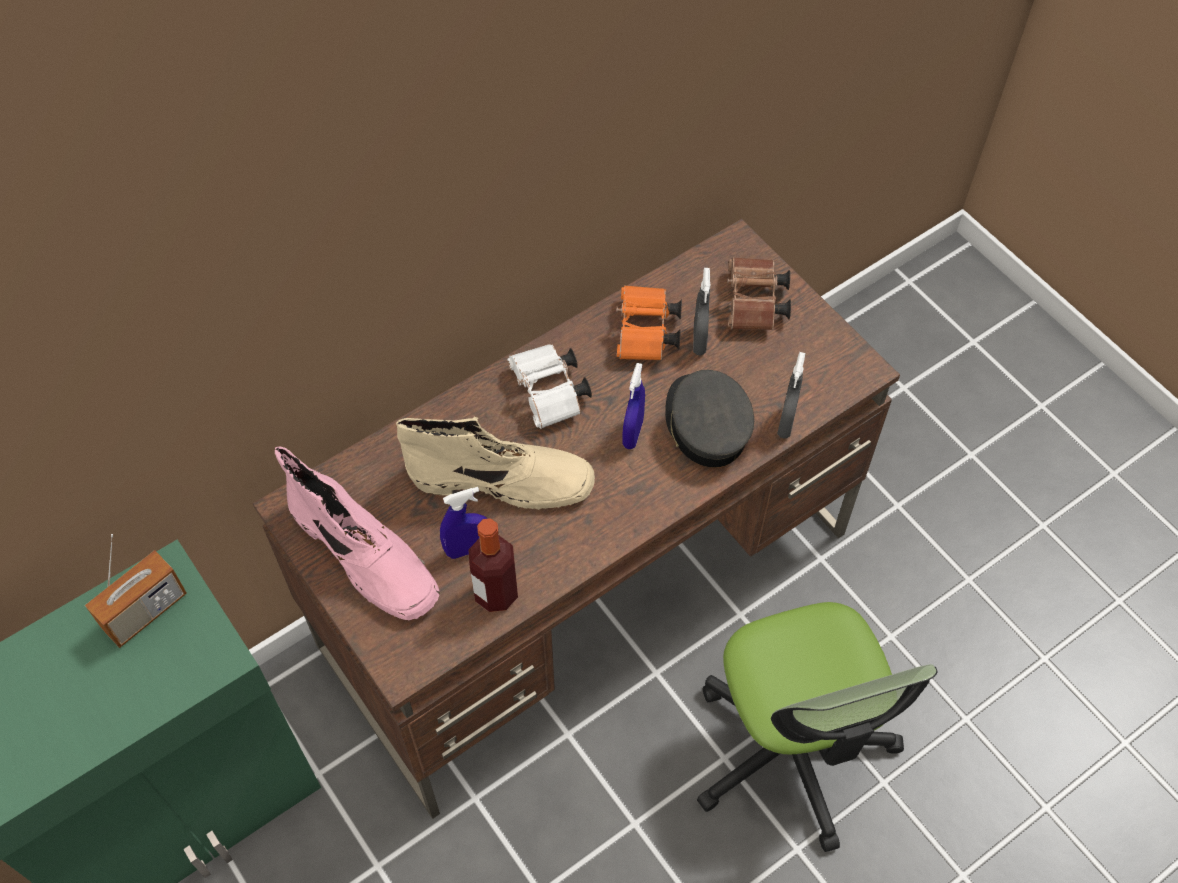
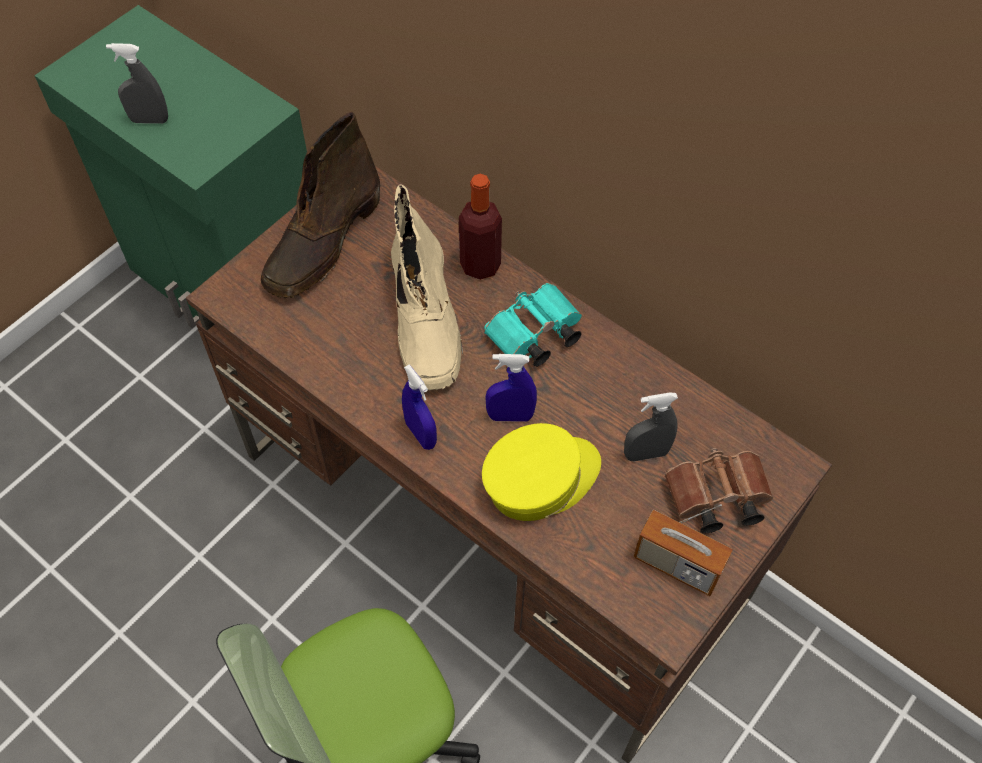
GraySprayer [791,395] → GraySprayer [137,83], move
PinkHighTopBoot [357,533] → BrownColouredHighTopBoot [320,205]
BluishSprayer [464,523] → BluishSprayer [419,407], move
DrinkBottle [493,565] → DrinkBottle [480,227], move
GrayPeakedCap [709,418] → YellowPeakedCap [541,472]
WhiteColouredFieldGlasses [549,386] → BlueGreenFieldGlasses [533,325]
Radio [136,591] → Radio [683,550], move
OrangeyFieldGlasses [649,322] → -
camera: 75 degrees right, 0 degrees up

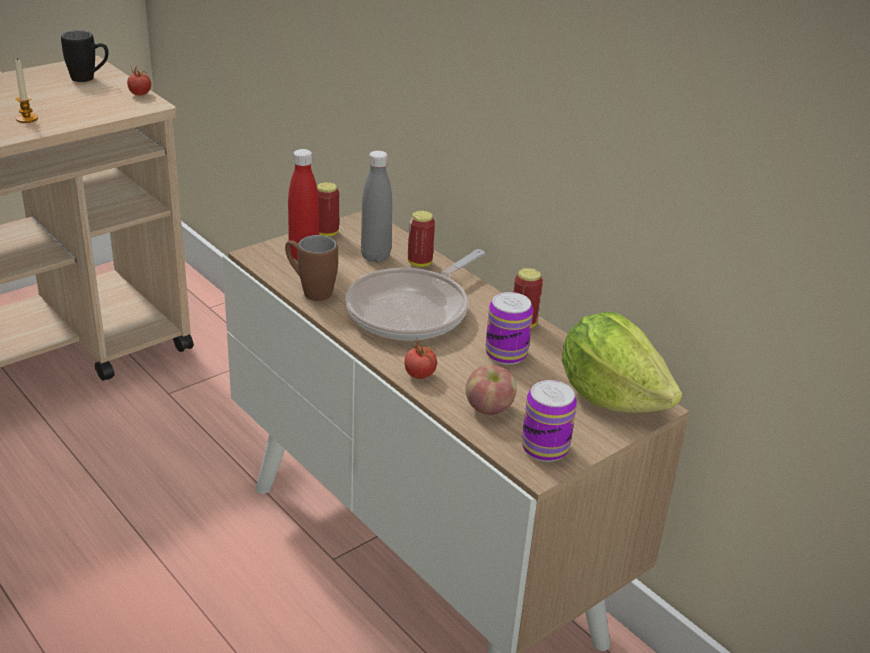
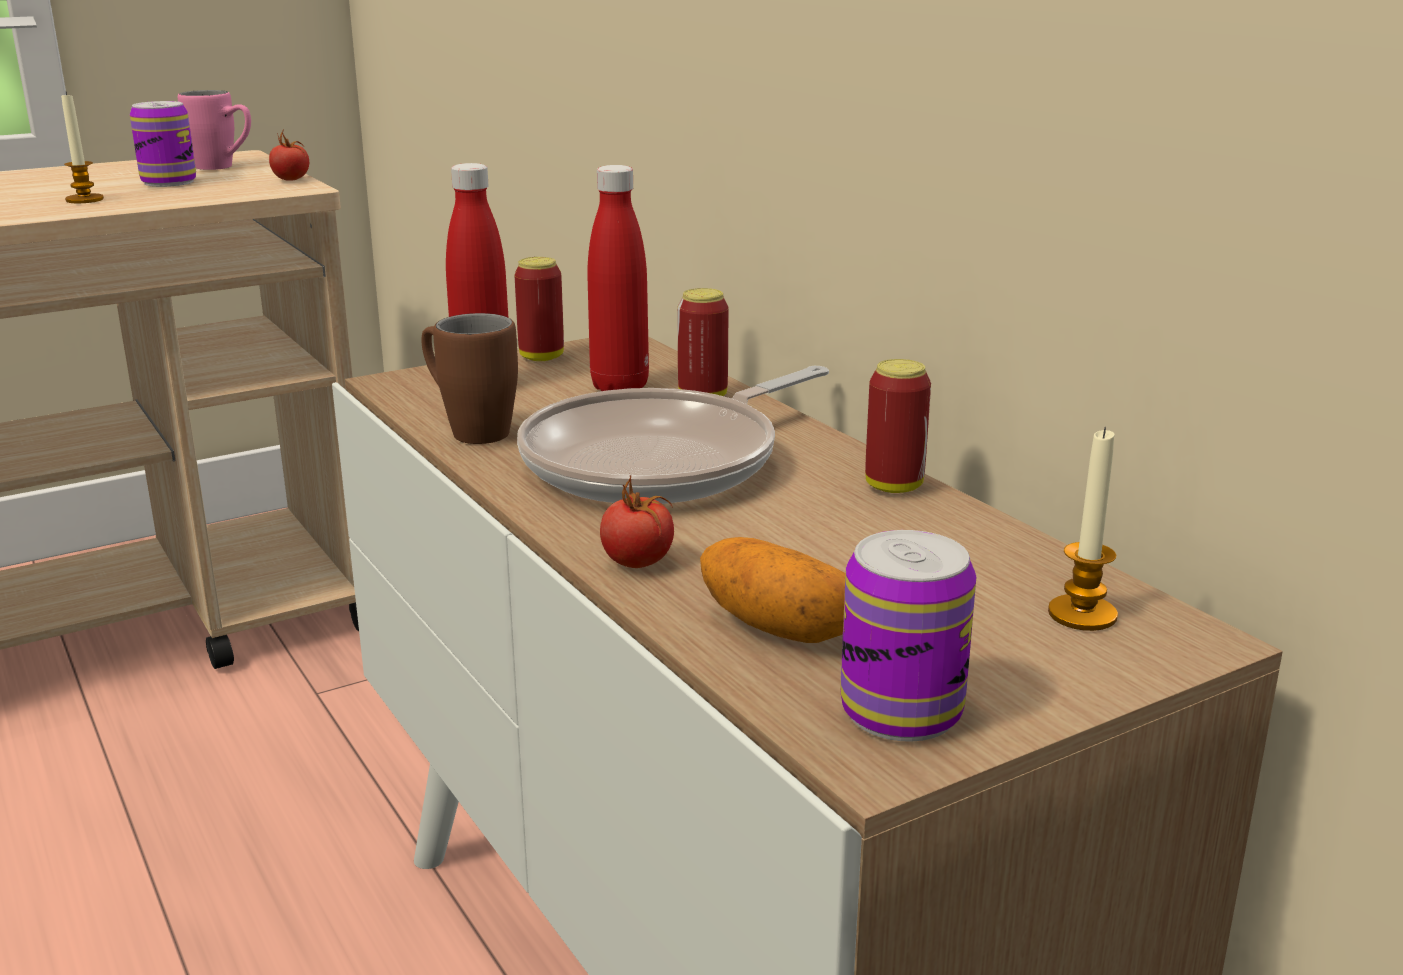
SealedCan [509,328] → SealedCan [163,144], move
BlackishMug [85,56] → PinkMug [214,130]
GrayDrinkBottle [376,207] → RedColouredDrinkBottle [618,278]
WholeApple [491,390] → Spud [773,590]
HeadOfLettuce [622,362] → WaxLight [1083,529]
camera: 10 degrees right, 10 degrees down

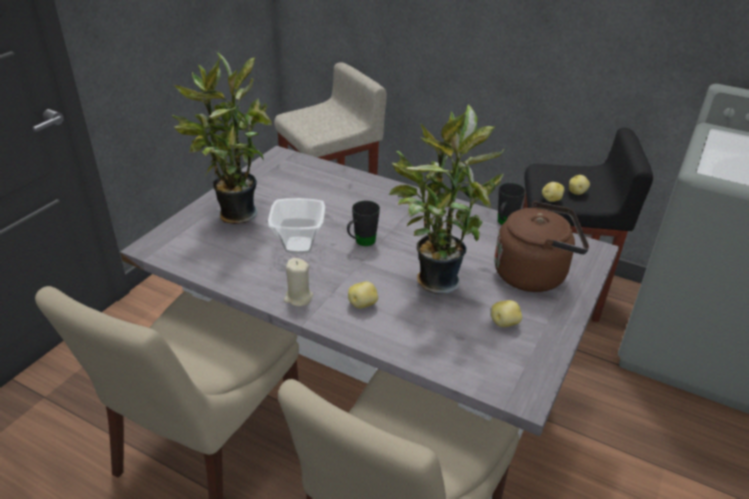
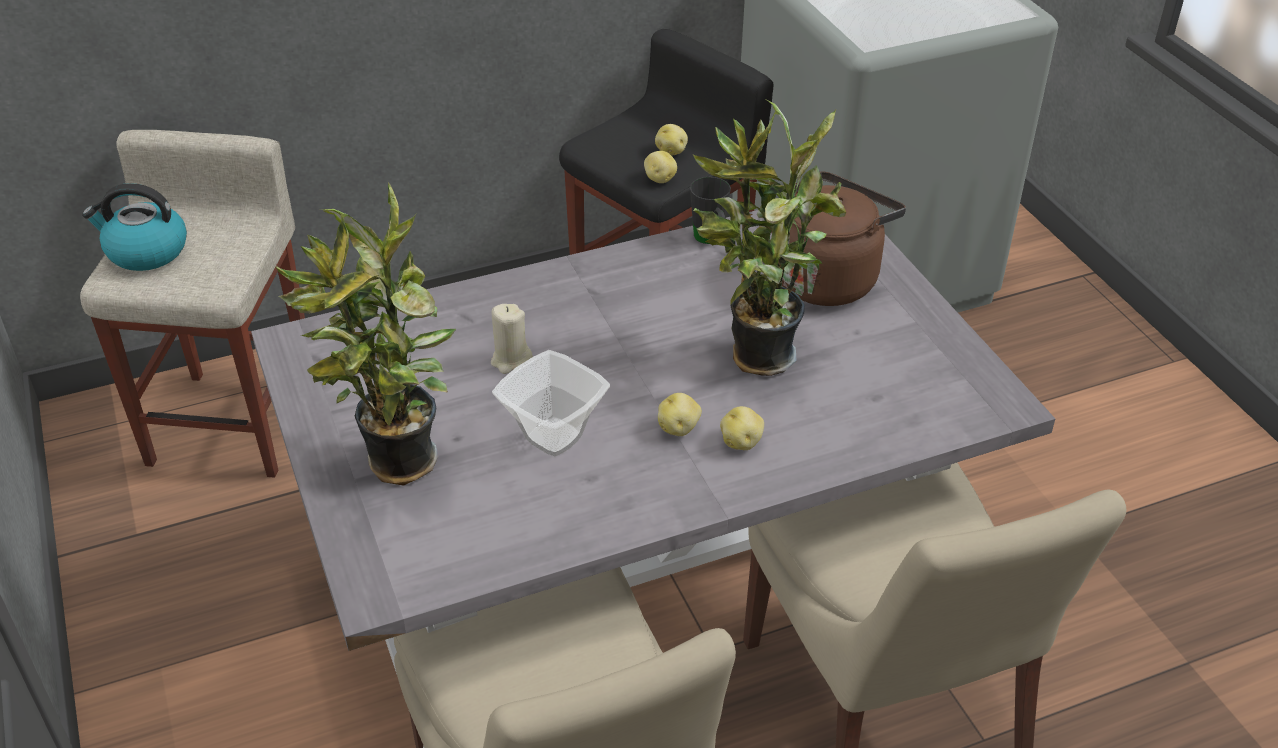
- → Kettle [134,227]
BeigeColouredWaxLight [298,282] → BeigeColouredWaxLight [512,339], move
Spud [506,313] → Spud [680,414], move
BlackishMug [363,223] → -
camera: 50 degrees left, 5 degrees up

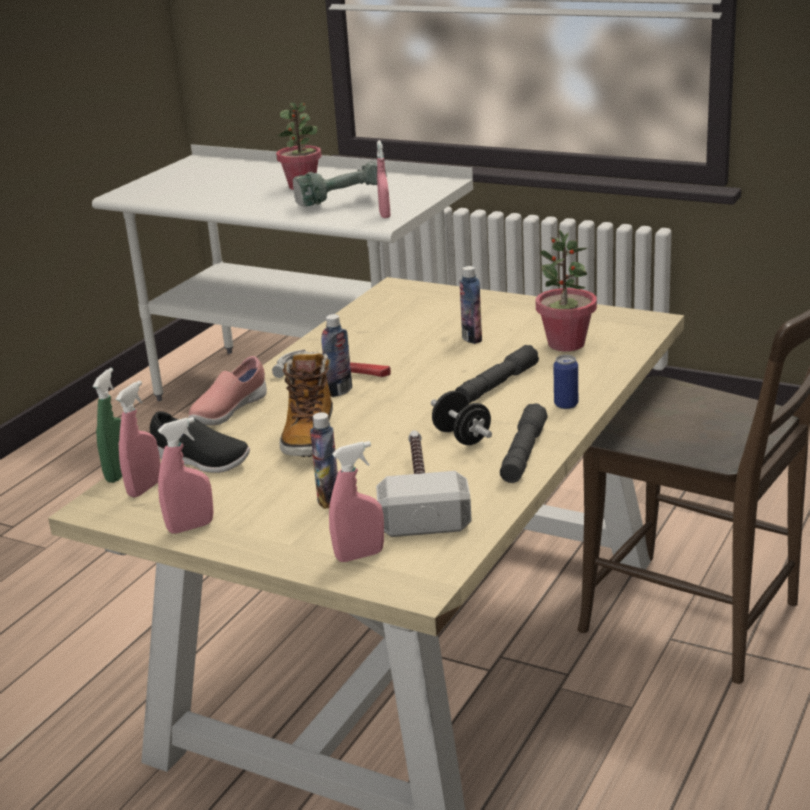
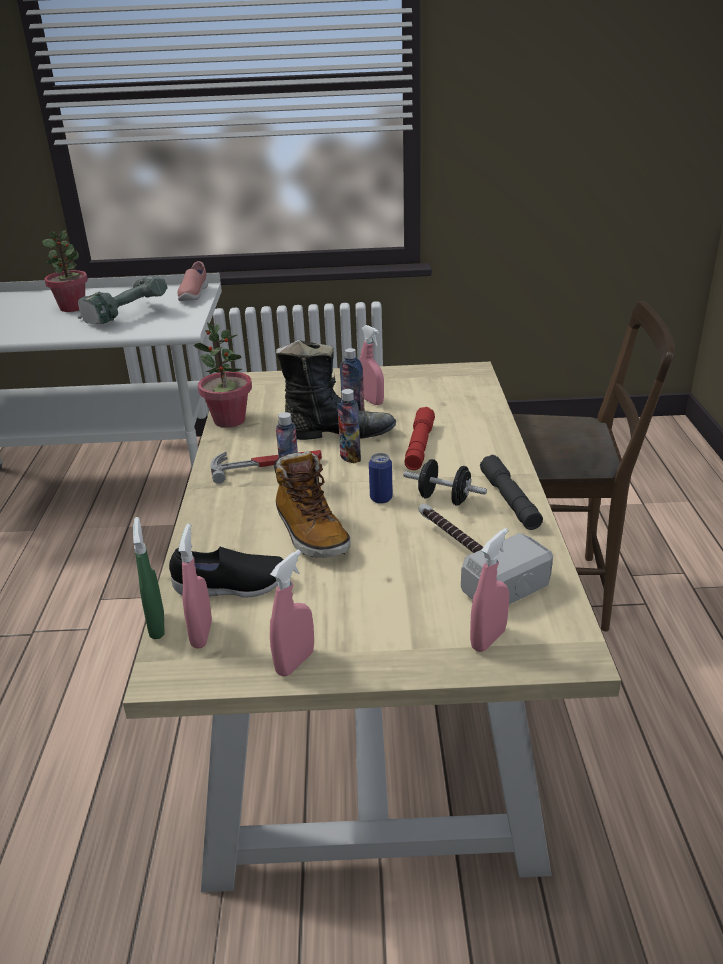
PinkShoe [227,390] → PinkShoe [193,281], move
Houseplant [566,290] → Houseplant [223,375], move
- → BlackishHighTopBoot [336,390]
DrinkBottle [324,460] → DrinkBottle [349,426], move
PinkSprayer [384,179] → PinkSprayer [371,365], move
SealedCan [565,382] → SealedCan [381,478], move
GrayHandTorch [497,374] → RedColouredHandTorch [419,438]
camera: 30 degrees left, 5 degrees up

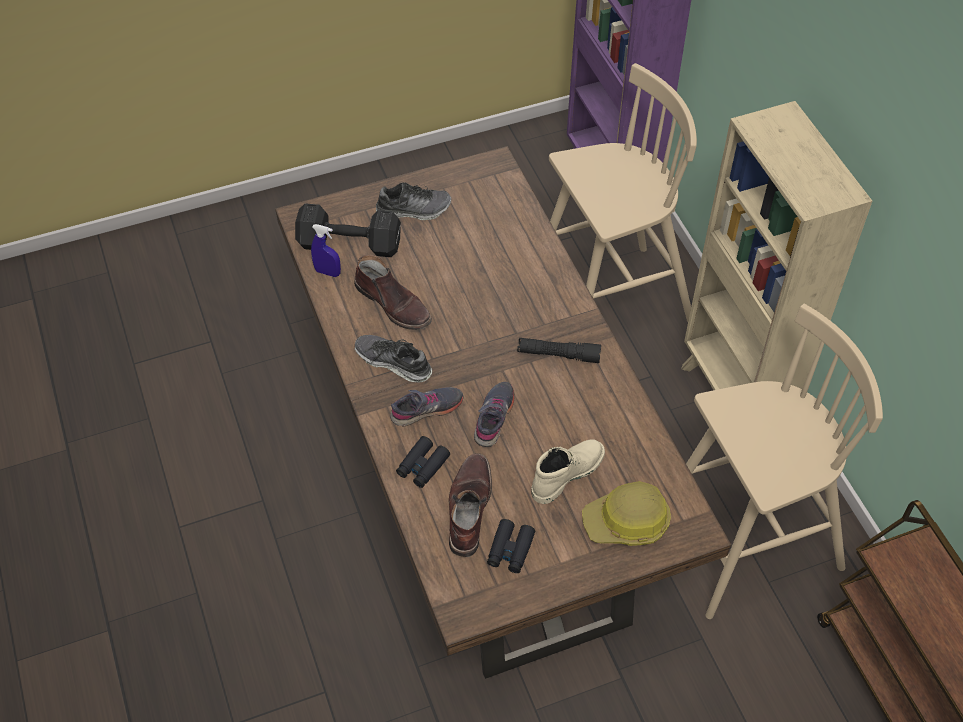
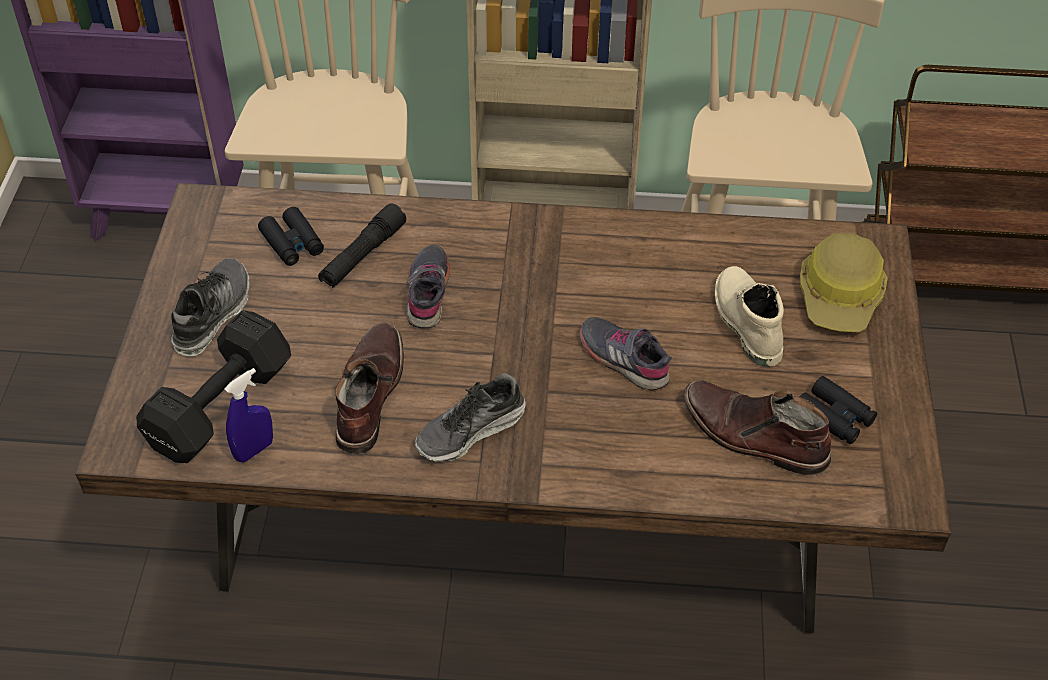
BlackishFieldGlasses [423,462] → BlackishFieldGlasses [291,236], move
BlackishHandTorch [559,350] → BlackishHandTorch [362,245], move
BrownColouredHighTopBoot [393,292] → BrownColouredHighTopBoot [369,388], 60 degrees counterclockwise
GrayShoe [426,406] → GrayShoe [428,286], move
camera: 65 degrees left, 5 degrees down

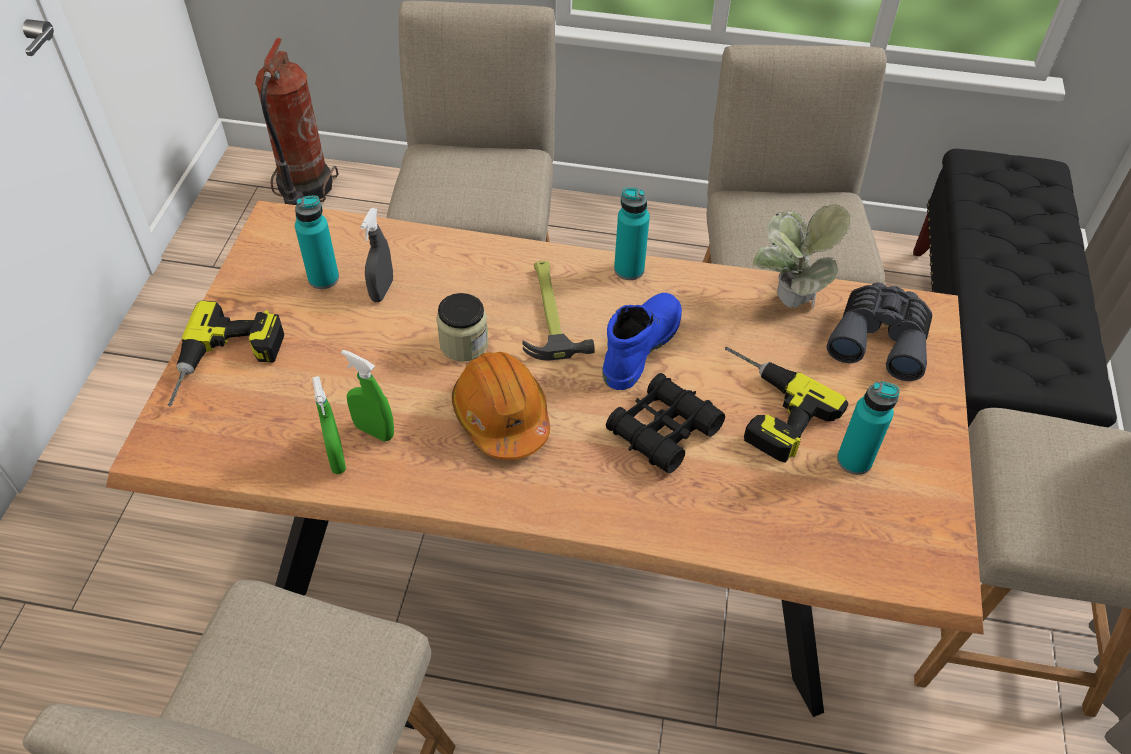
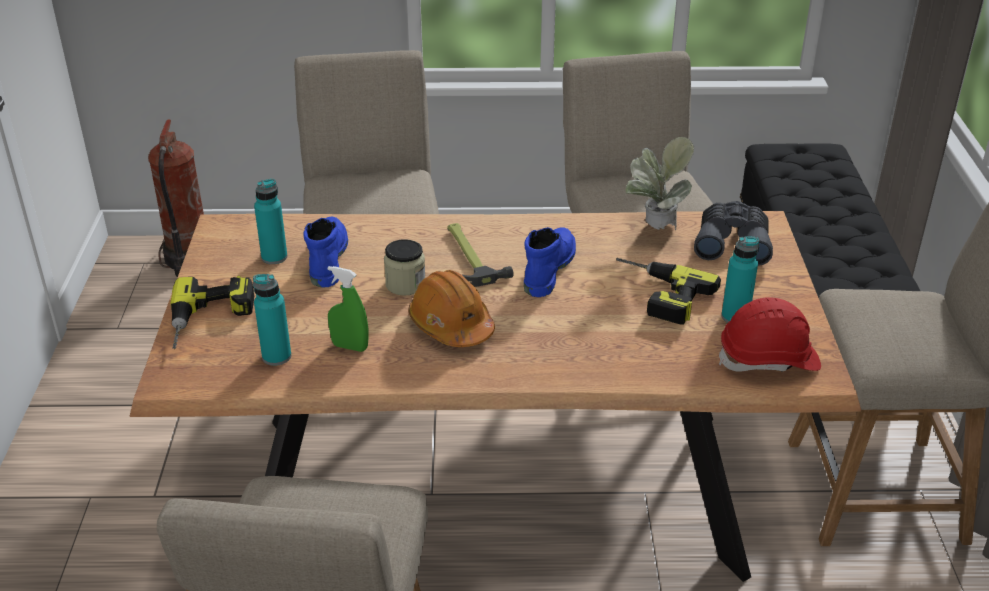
BlueGreenDrinkBottle [632,233] → BlueGreenDrinkBottle [272,320], move
GraySprayer [377,255] → BluishHighTopBoot [325,252]
- → RedColouredWorkHelmet [770,334]
GreenSprayer [329,425] → -
BlackishFieldGlasses [665,423] → -
camera: 10 degrees left, 15 degrees down

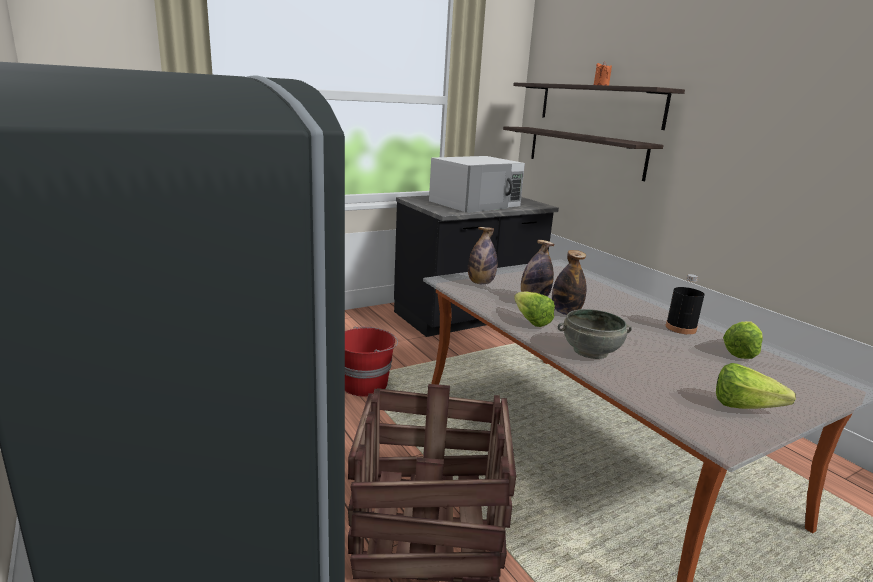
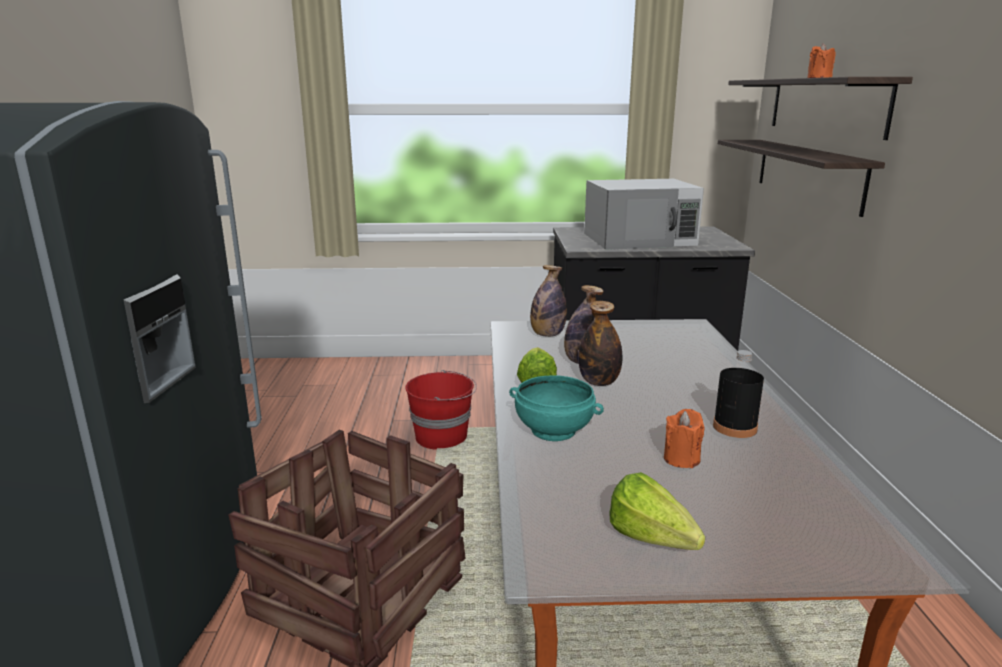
GrayServingBowl [595,334] → BlueGreenServingBowl [556,408]
- → OrangeyWaxLight [684,438]
HeadOfLettuce [743,340] → -
camera: 30 degrees right, 0 degrees up

